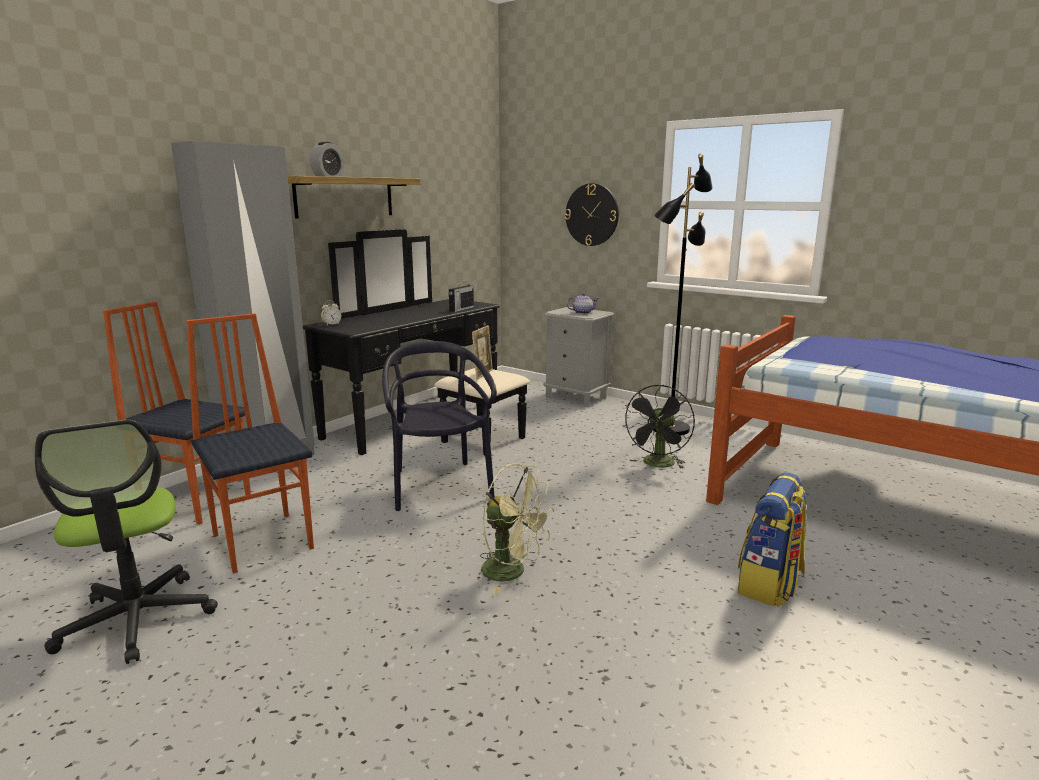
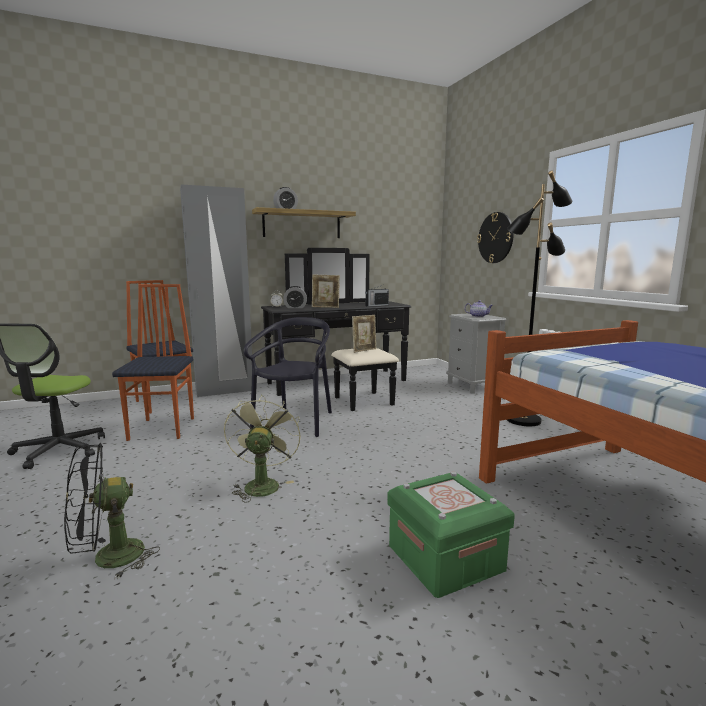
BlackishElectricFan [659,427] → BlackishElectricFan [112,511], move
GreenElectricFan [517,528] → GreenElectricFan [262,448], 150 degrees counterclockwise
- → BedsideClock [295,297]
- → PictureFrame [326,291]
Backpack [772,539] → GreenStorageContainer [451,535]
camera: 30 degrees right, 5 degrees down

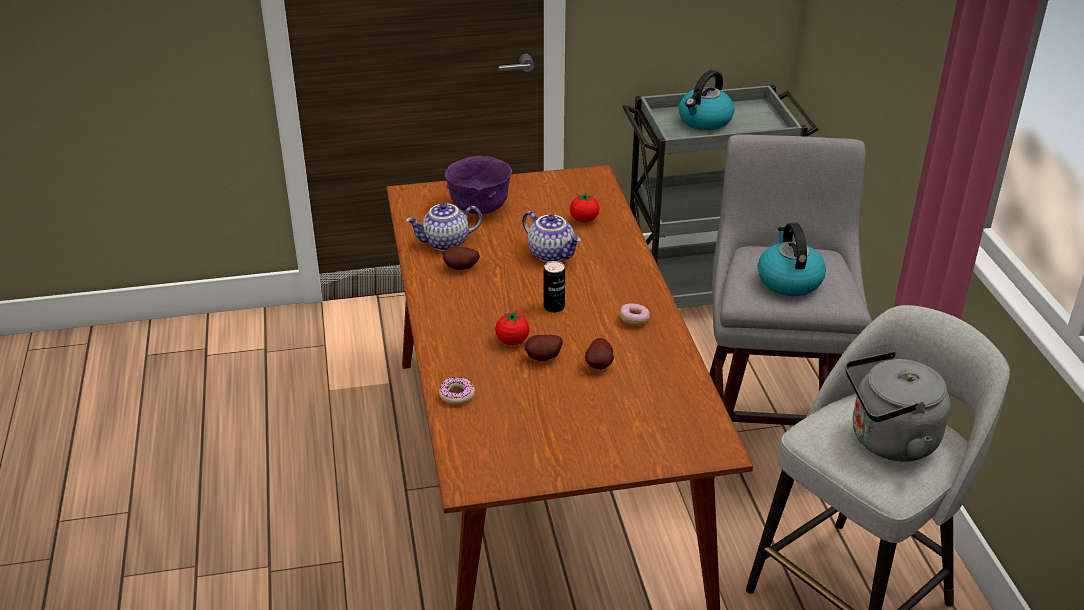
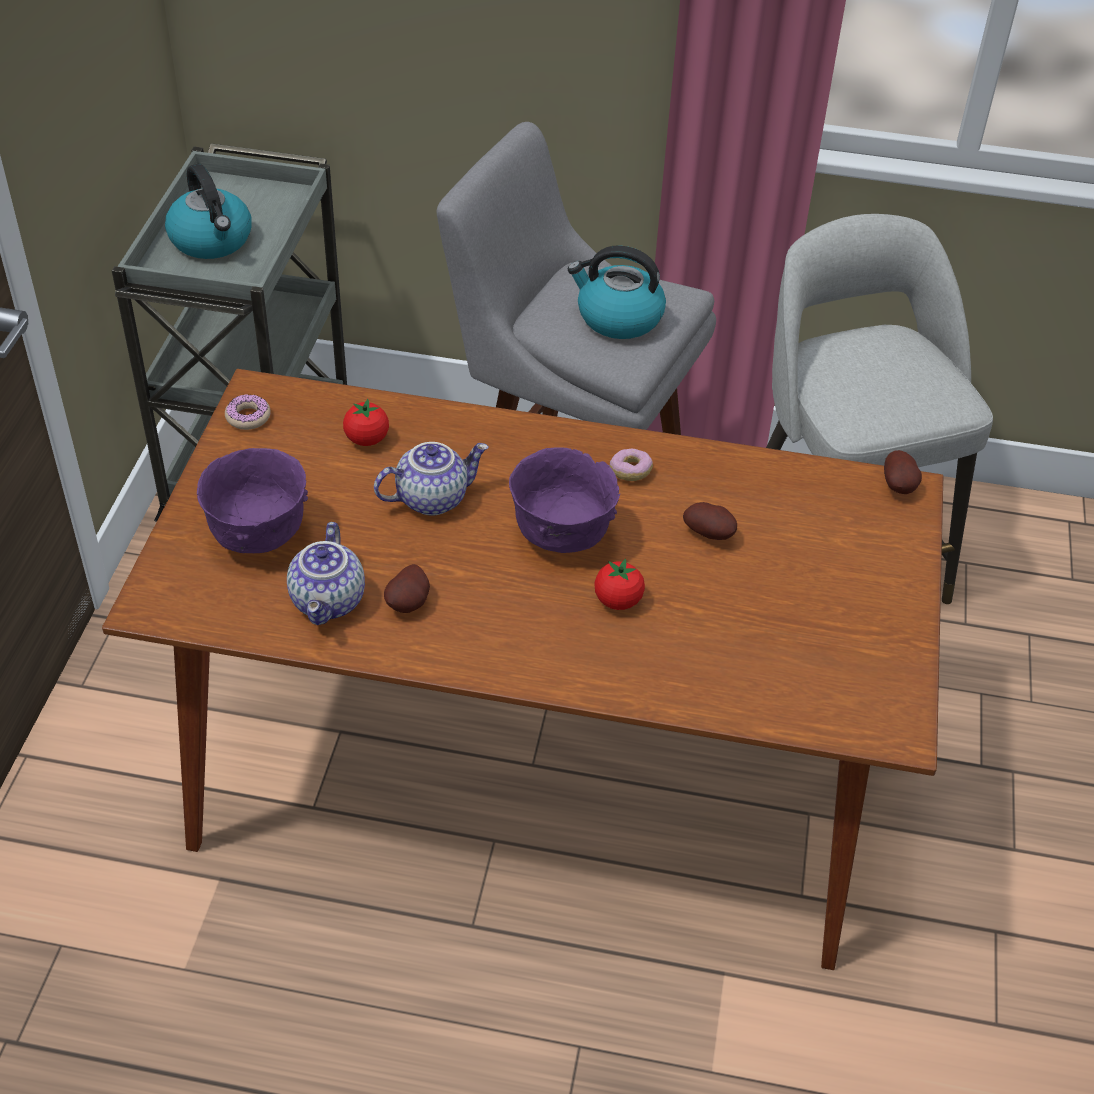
Donut [457,391] → Donut [248,412], move
SealedCan [554,287] → PurpleServingBowl [564,500]
Spud [543,348] → Spud [903,472], move
GrayKettle [897,406] → -
camera: 70 degrees left, 10 degrees up

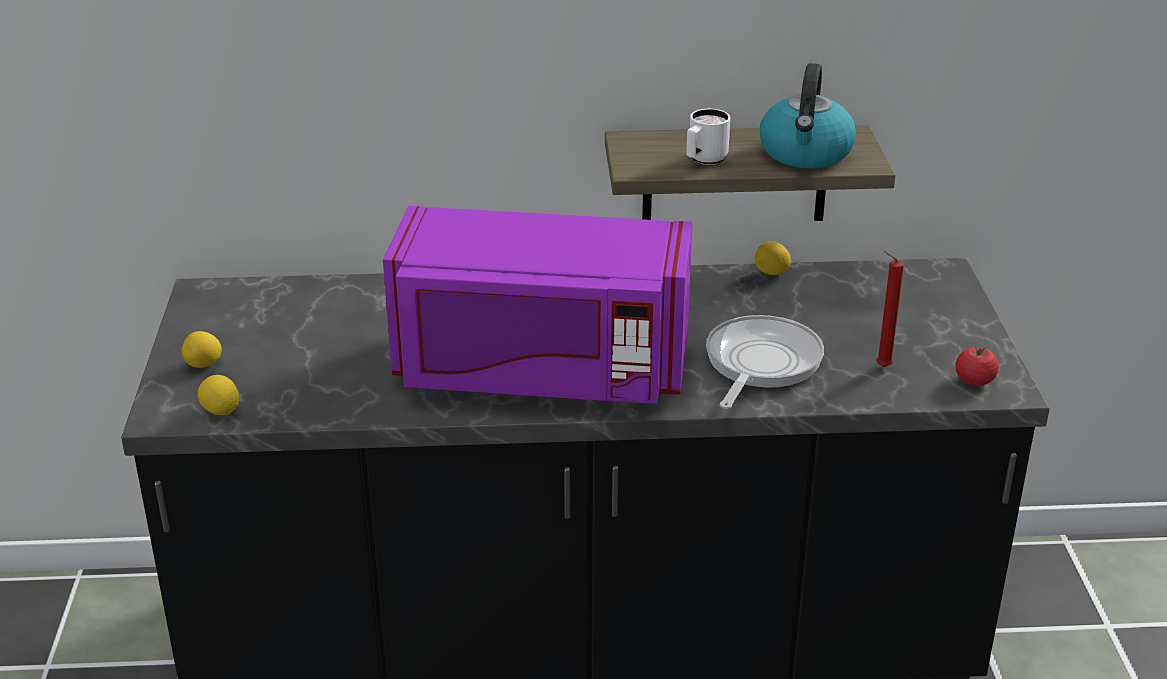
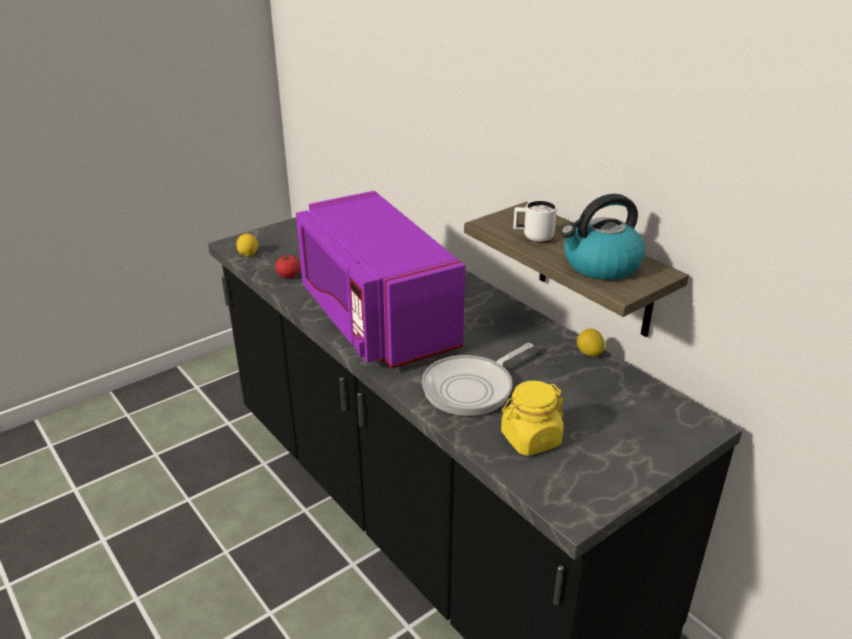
Tomato [977,366] → Tomato [288,266], move
Pan [765,362] → Pan [477,379], 150 degrees clockwise
RedColouredWaxLight [890,309] → YellowStorageJar [532,418]
WholeLemon [202,349] → -
camera: 55 degrees right, 0 degrees up

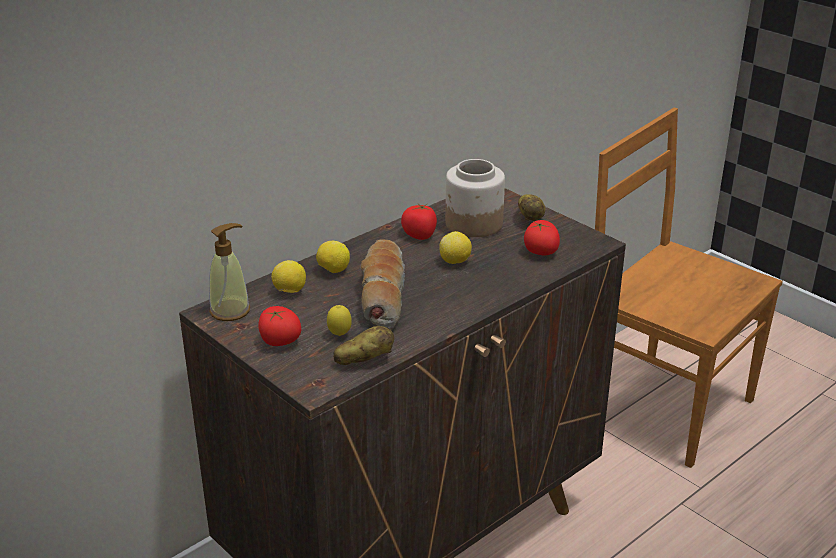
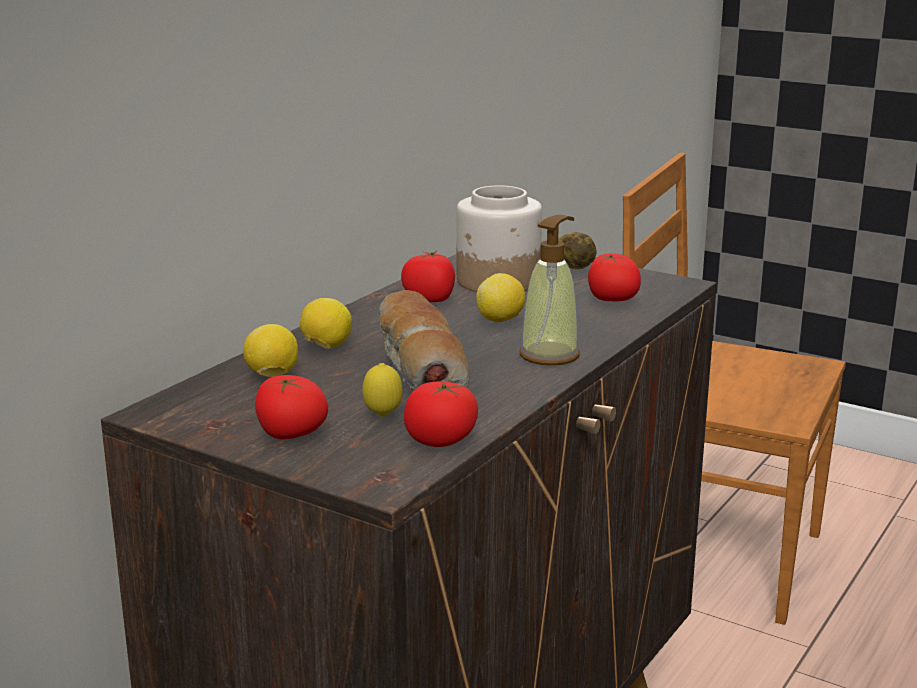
Spud [363,345] → Tomato [441,414]
LiquidSoapBottle [229,272] → LiquidSoapBottle [549,290], move
camera: 15 degrees left, 10 degrees down

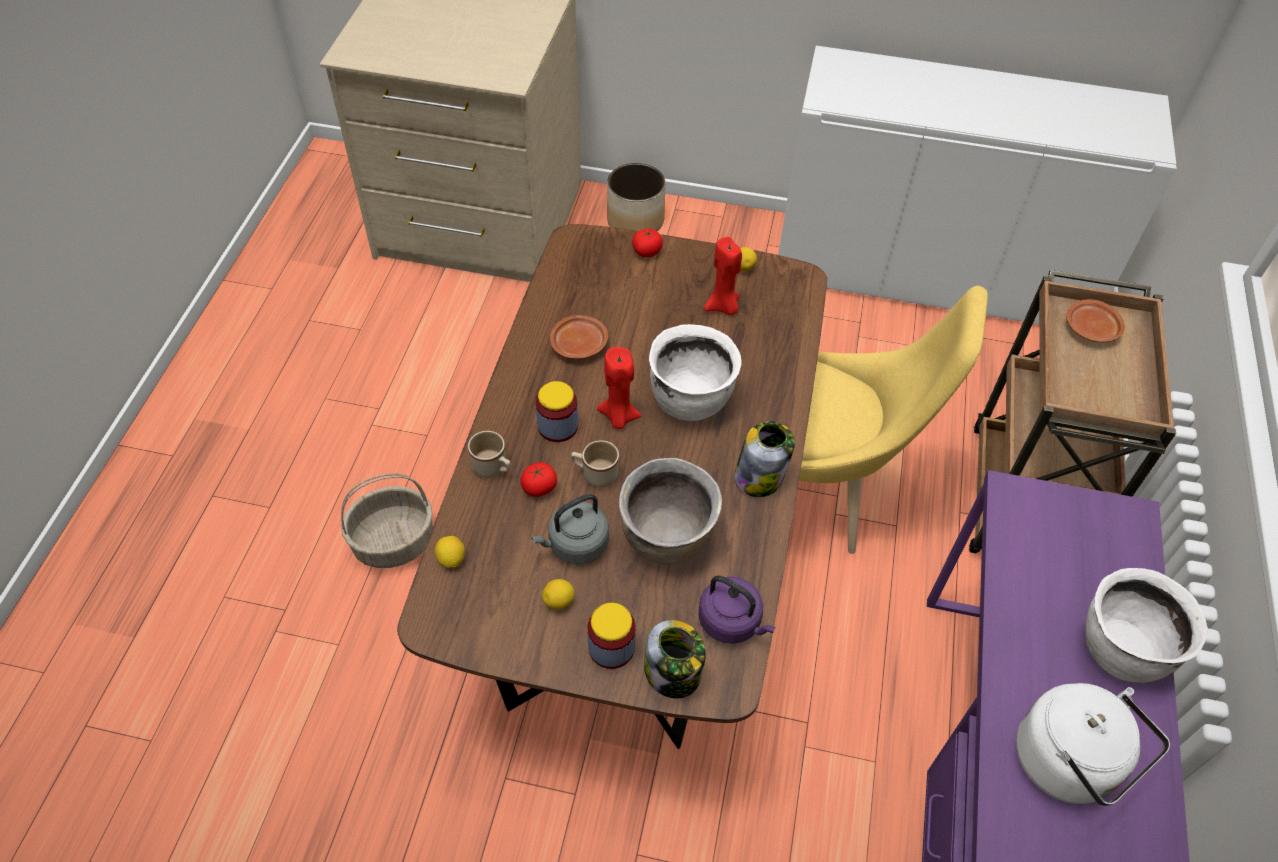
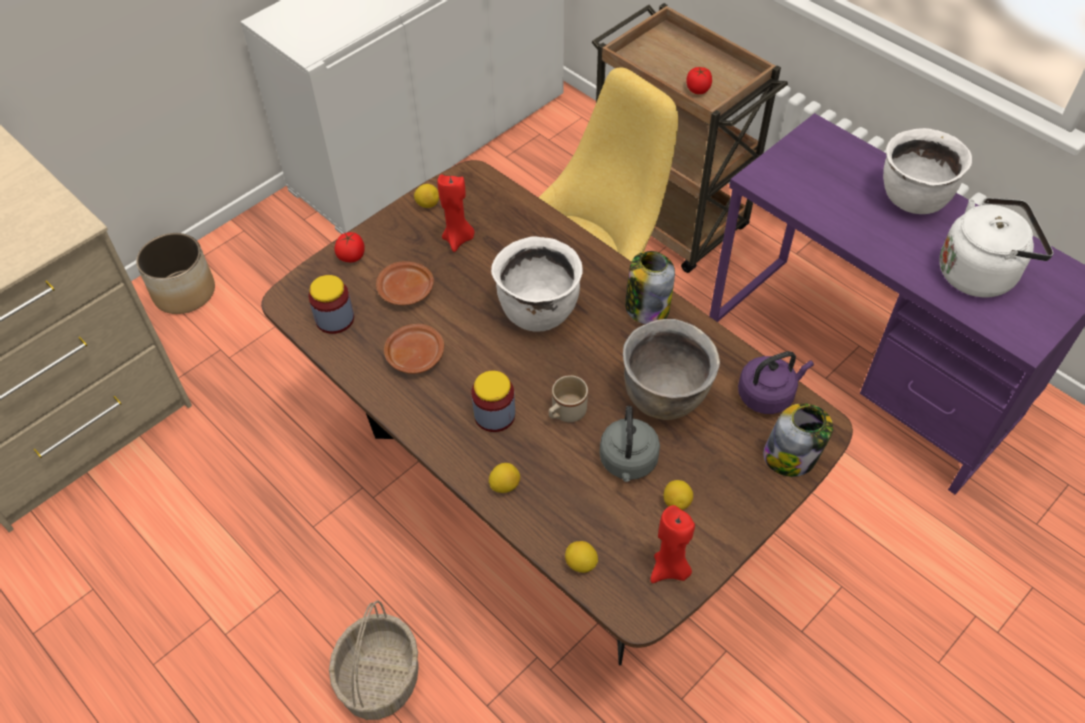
StorageJar [611,636] → StorageJar [331,304], move
BrownColouredFlatDish [1095,320] → BrownColouredFlatDish [405,283], move
BeigeColouredMug [489,454] → WholeLemon [504,478]
RedColouredWaxLight [619,388] → RedColouredWaxLight [672,544], move
Tomato [538,479] → Tomato [699,80], move
camera: 55 degrees left, 0 degrees up

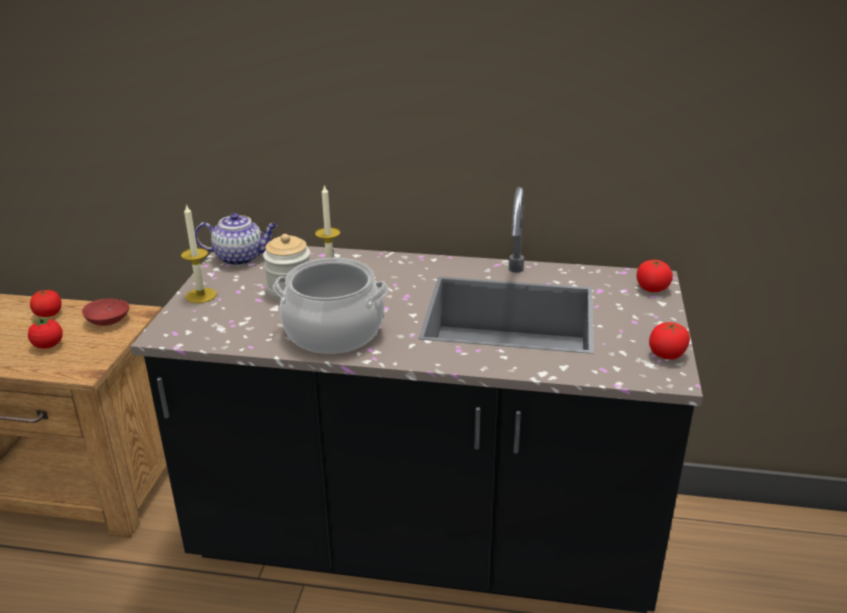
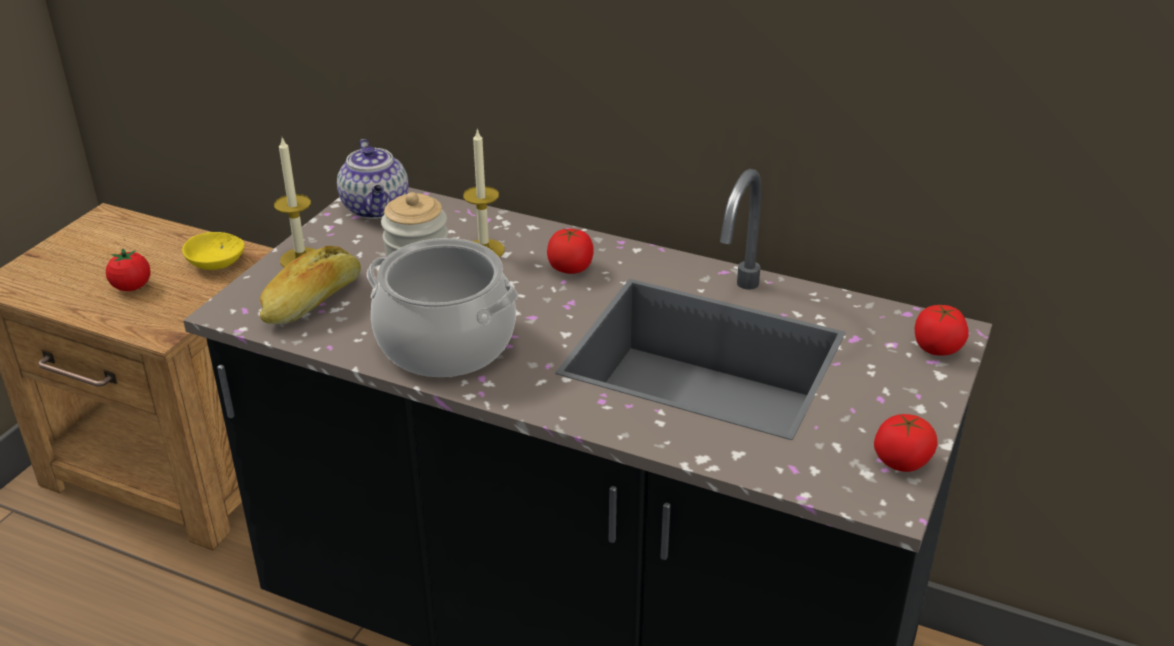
RedColouredServingBowl [105,312] → YellowServingBowl [213,251]
- → Bread [310,285]
PotForTea [236,239] → PotForTea [373,179], 60 degrees clockwise
Tomato [46,303] → Tomato [570,251], move
camera: 15 degrees right, 5 degrees up

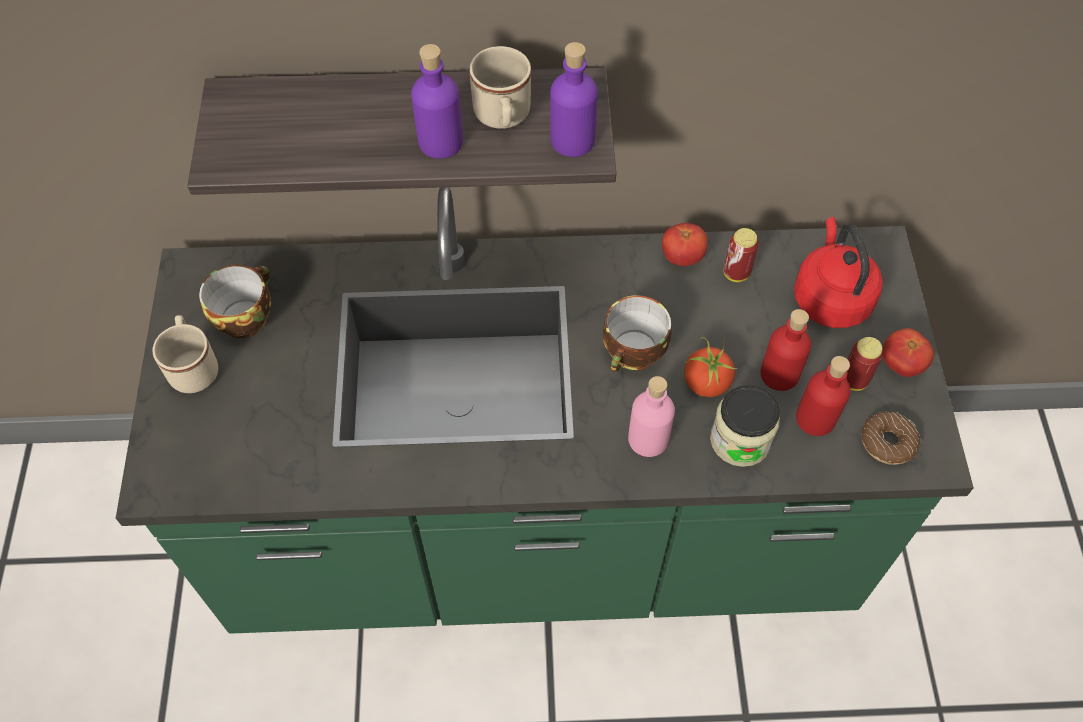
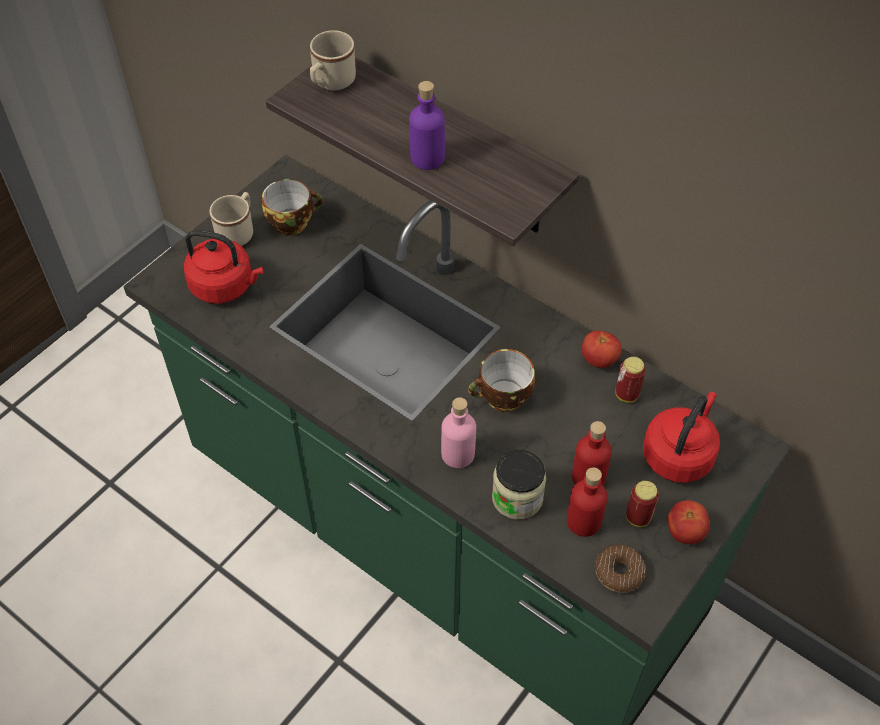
- → RedColouredKettle [223,267]
BeigeColouredMug [500,87] → BeigeColouredMug [333,60], move
PurpleDrinkBottle [574,99] → -
Tomato [710,367] → -
camera: 40 degrees right, 5 degrees down

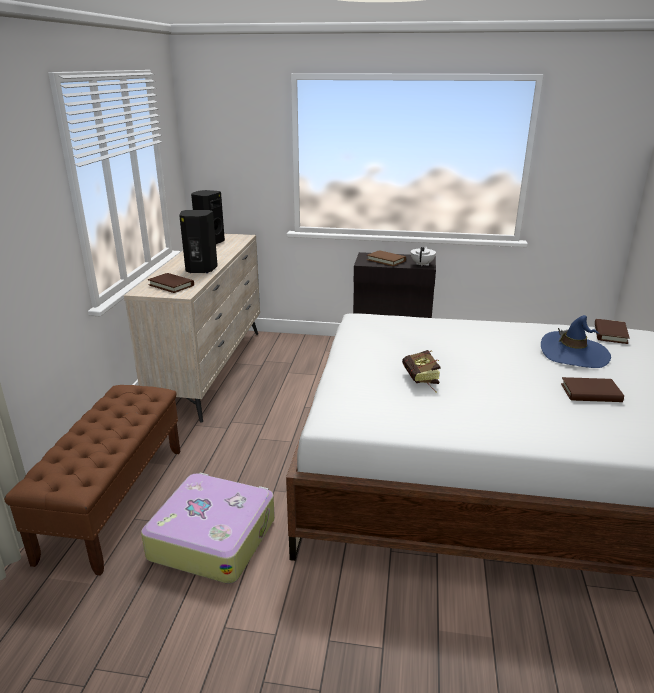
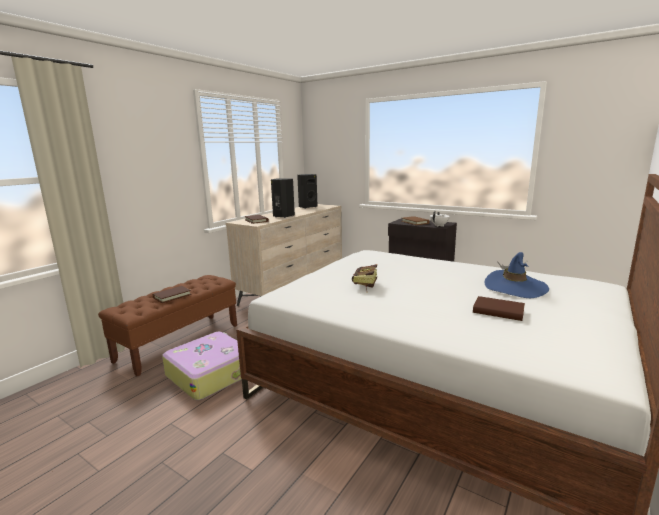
BrownColouredBook [612,331] → BrownColouredBook [172,294], move
camera: 25 degrees right, 10 degrees down

